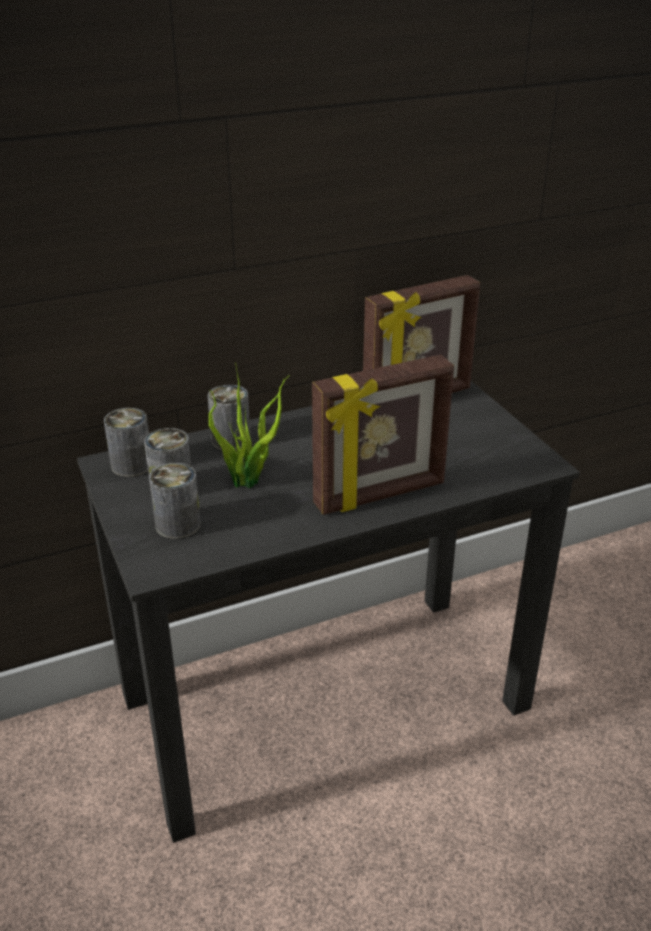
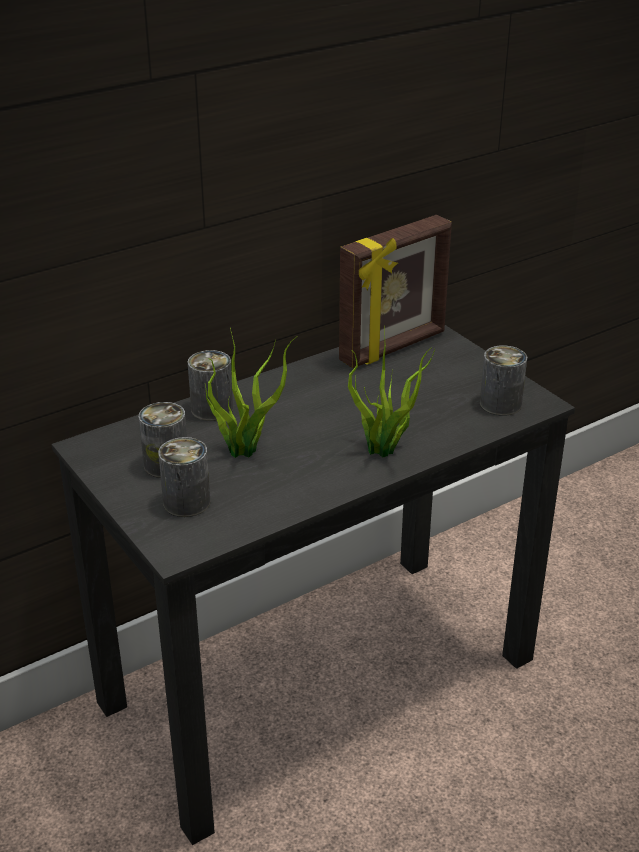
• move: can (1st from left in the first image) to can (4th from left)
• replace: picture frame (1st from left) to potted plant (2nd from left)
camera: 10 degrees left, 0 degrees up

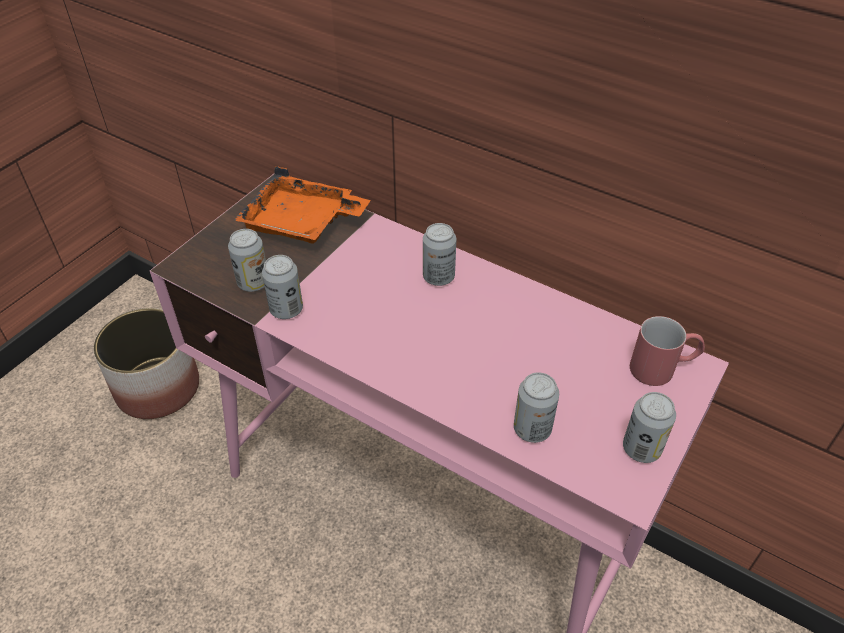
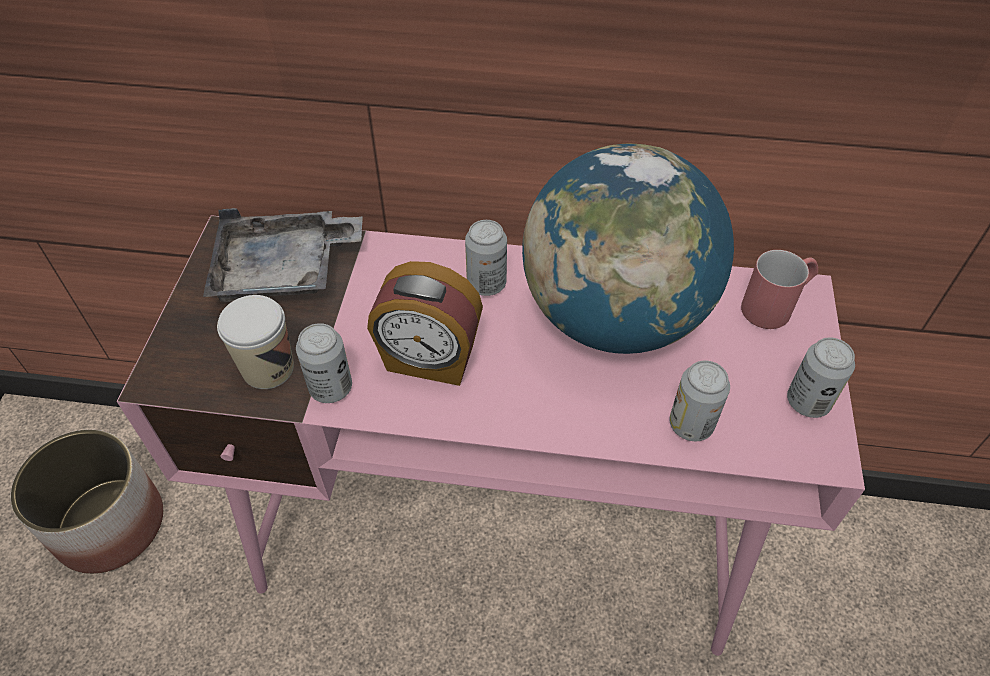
• replace: can (1st from left) to cup
• recolor: tray (orange) to tray (grey)
• insert: alarm clock
• insert: globe
camera: 25 degrees left, 5 degrees up

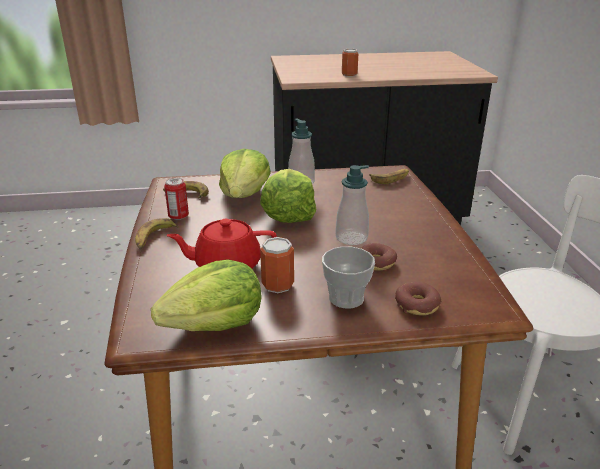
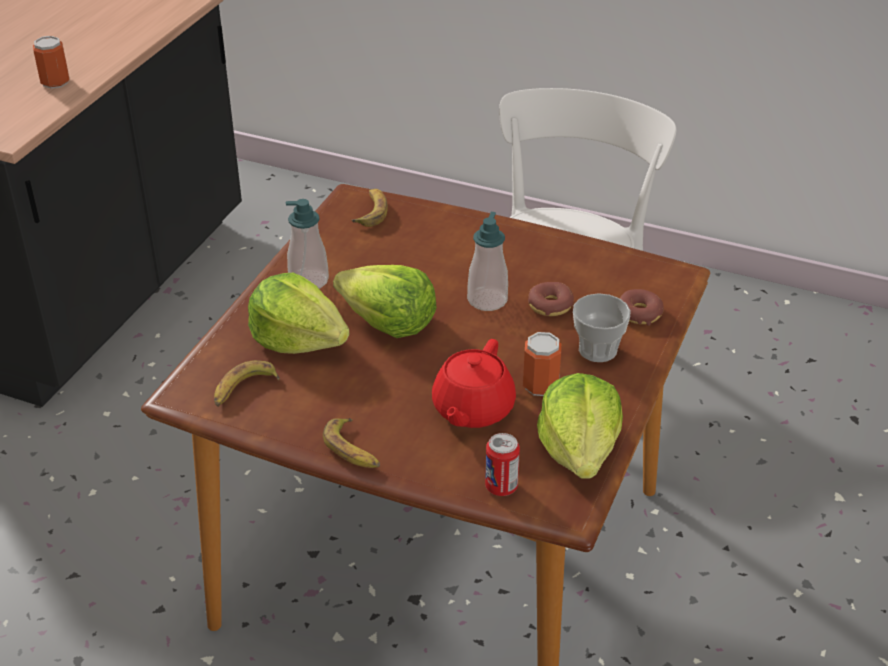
• move: can (1st from left in the first image) to can (2nd from left)
camera: 60 degrees left, 10 degrees up

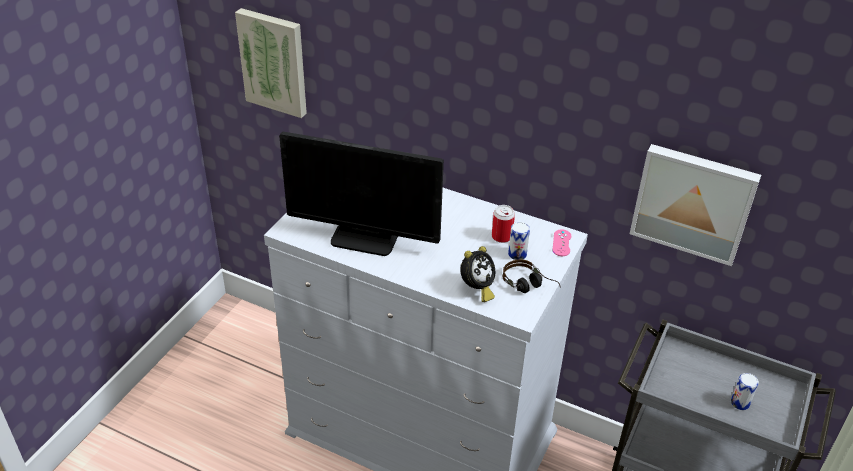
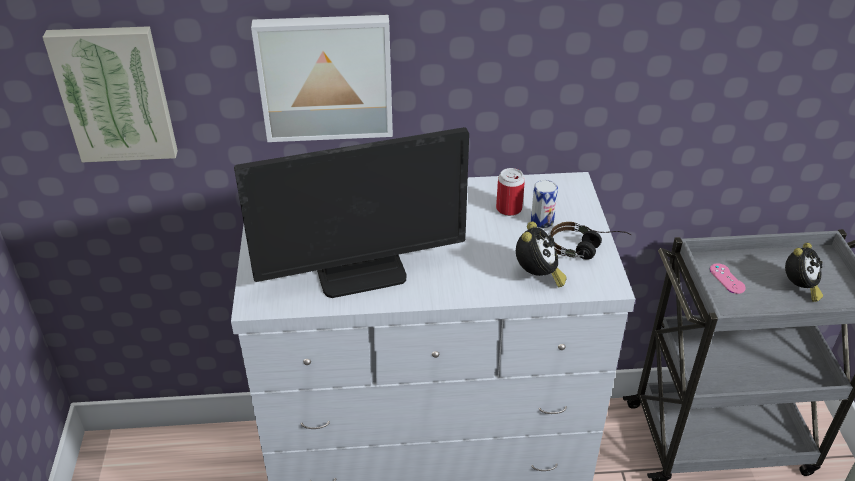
• move: game controller (pink)
• move: picture (2nd from left)
• replace: can (3rd from left) to alarm clock (2nd from left)
camera: 30 degrees left, 0 degrees up

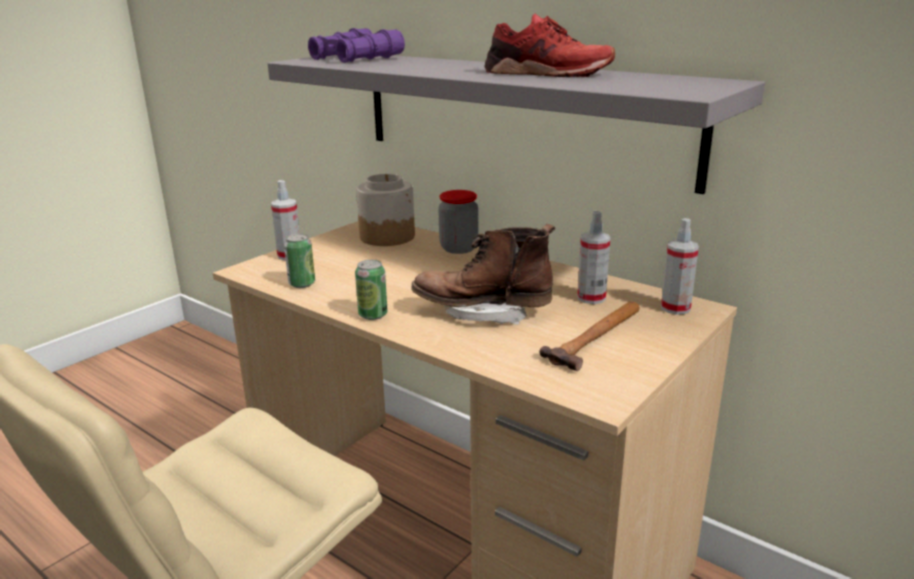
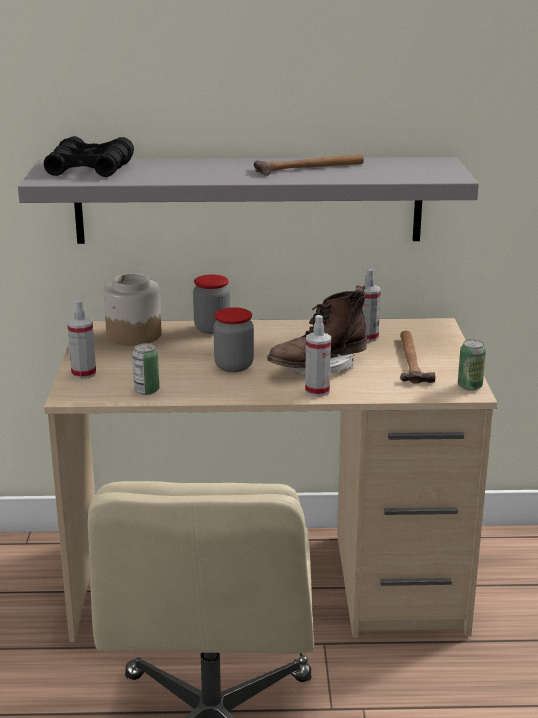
• recolor: binoculars (purple) to binoculars (black)
• move: can (2nd from left)
• replace: shoe (red) to hammer (1st from left)
• move: spray bottle (3rd from left in the first image) to spray bottle (2nd from left)
• insert: jar (3rd from left)
camera: 40 degrees left, 0 degrees up

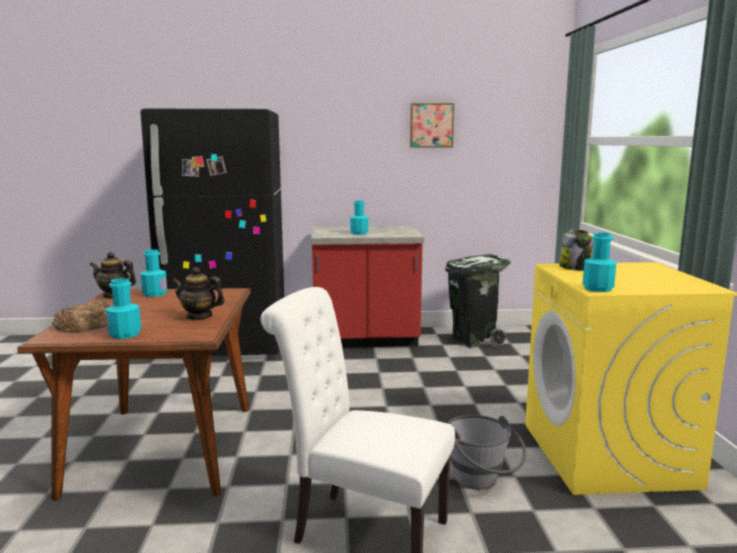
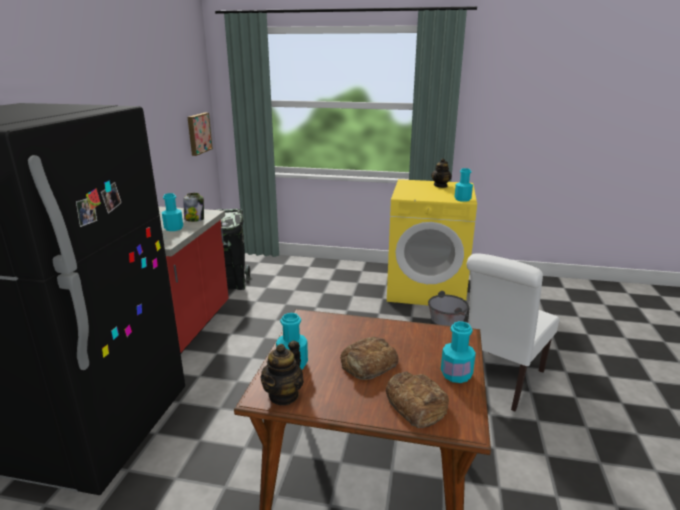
• move: teapot (2nd from left)
• move: picture
• move: jar
• insert: bread (1st from left)
camera: 75 degrees left, 10 degrees up

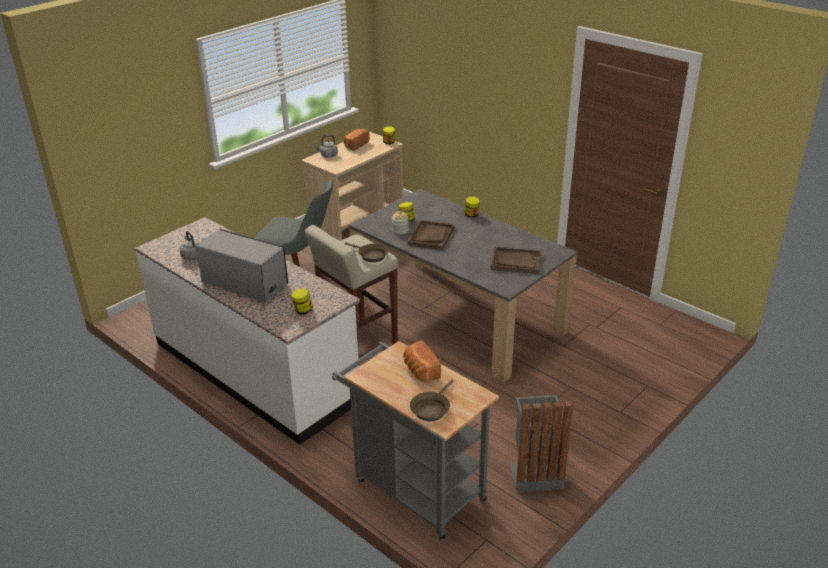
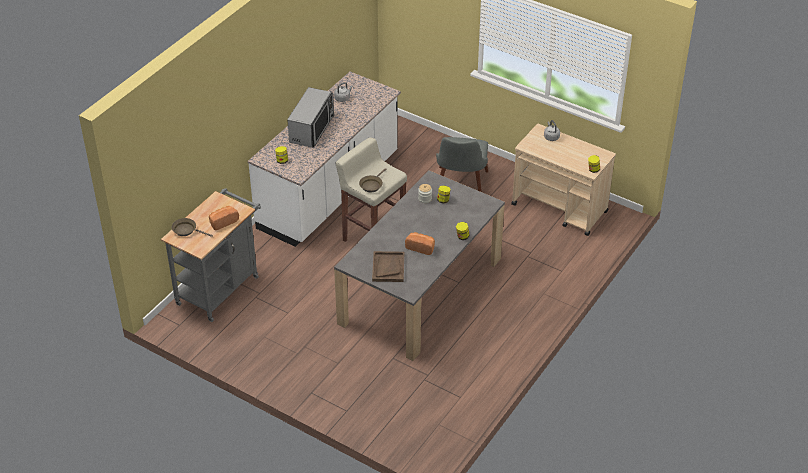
• move: bread (1st from left in the first image) to bread (2nd from left)
• delete: tray (brown) (1st from left)
• delete: trash can (grey)
camera: 80 degrees right, 10 degrees up

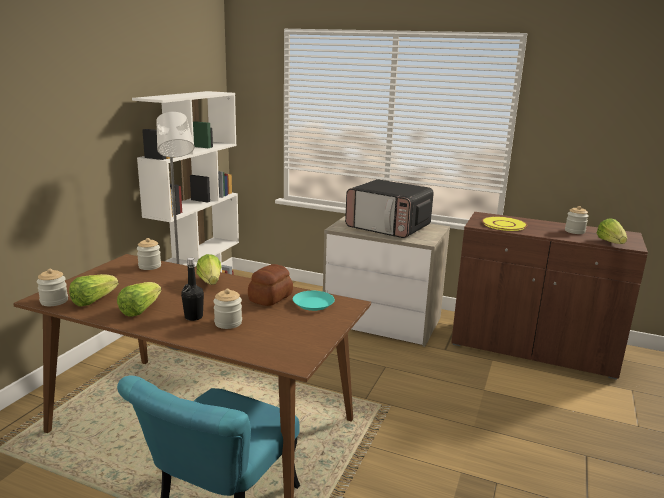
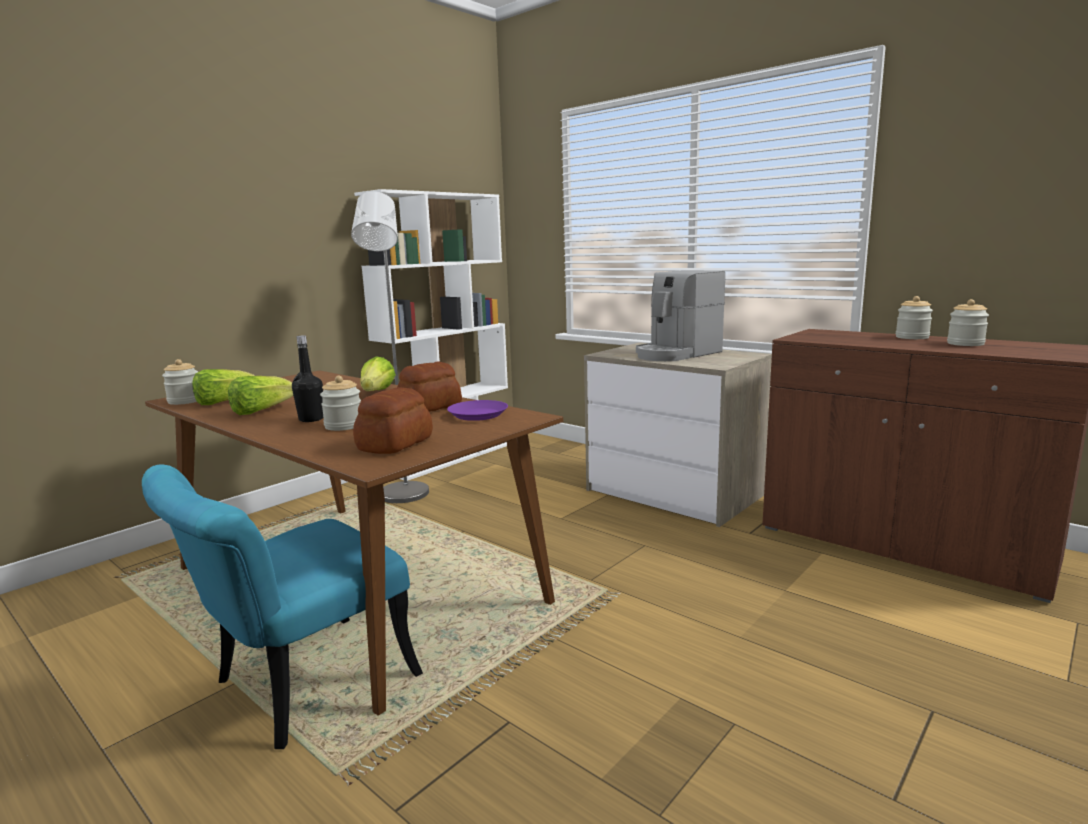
• move: jar (2nd from left in the first image) to jar (3rd from left)
• recolor: plate (turquoise) to plate (purple)
• replace: microwave to coffee machine
• delete: plate (yellow)
• delete: lettuce (4th from left)
• insert: bread (1st from left)
camera: 20 degrees right, 5 degrees down

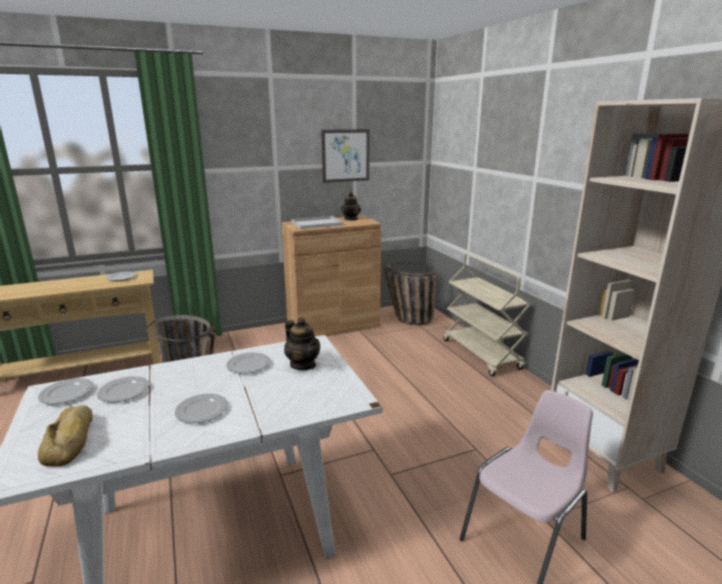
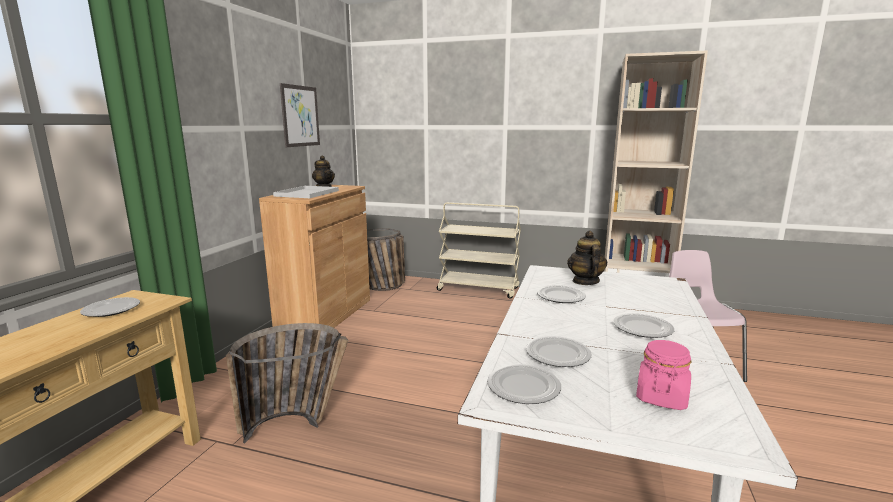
• replace: bread to jar (pink)
• rotate: teapot (1st from left in the first image) 90 degrees counterclockwise
camera: 50 degrees left, 5 degrees down

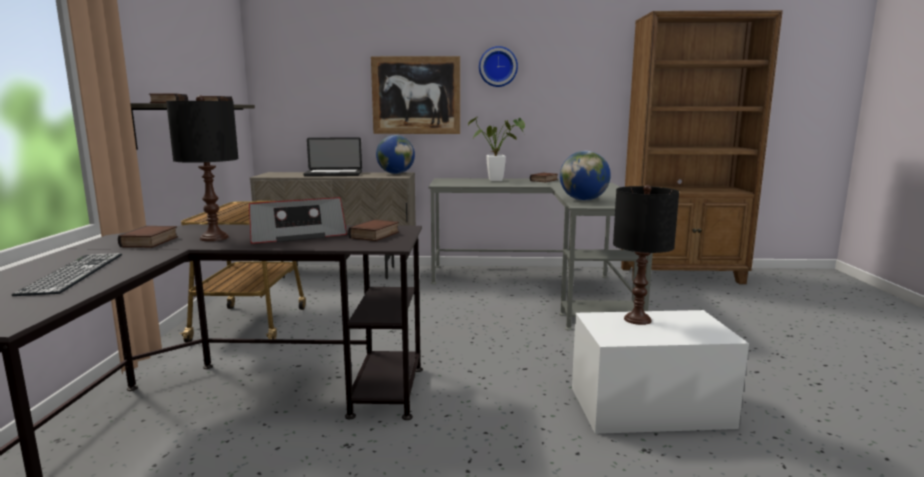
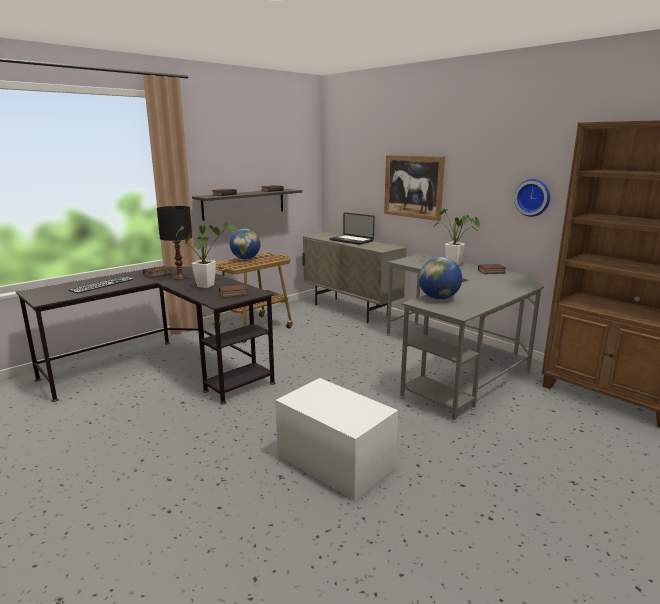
• replace: radio to potted plant (1st from left)
• move: globe (1st from left)
• move: wall clock
• delete: table lamp (black) (2nd from left)
camera: 45 degrees right, 5 degrees up

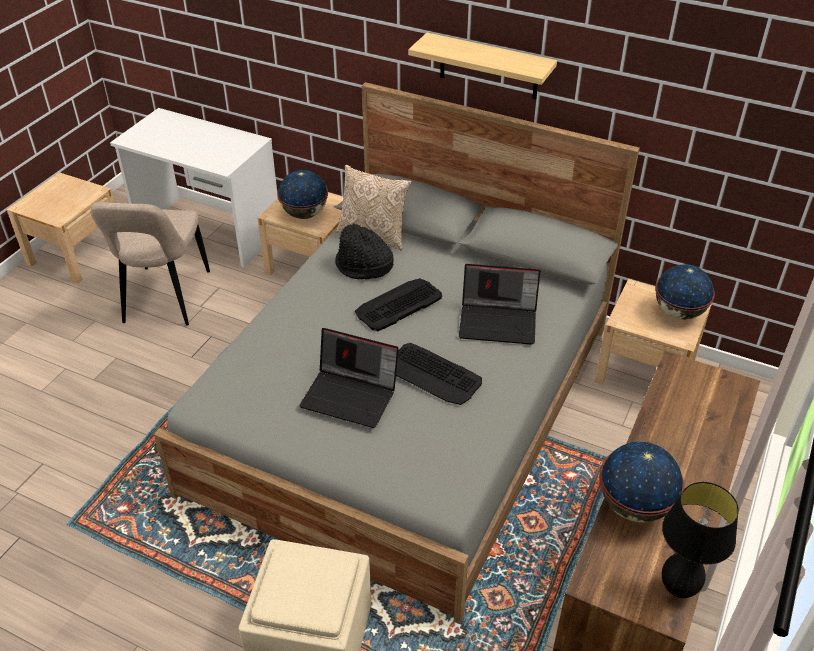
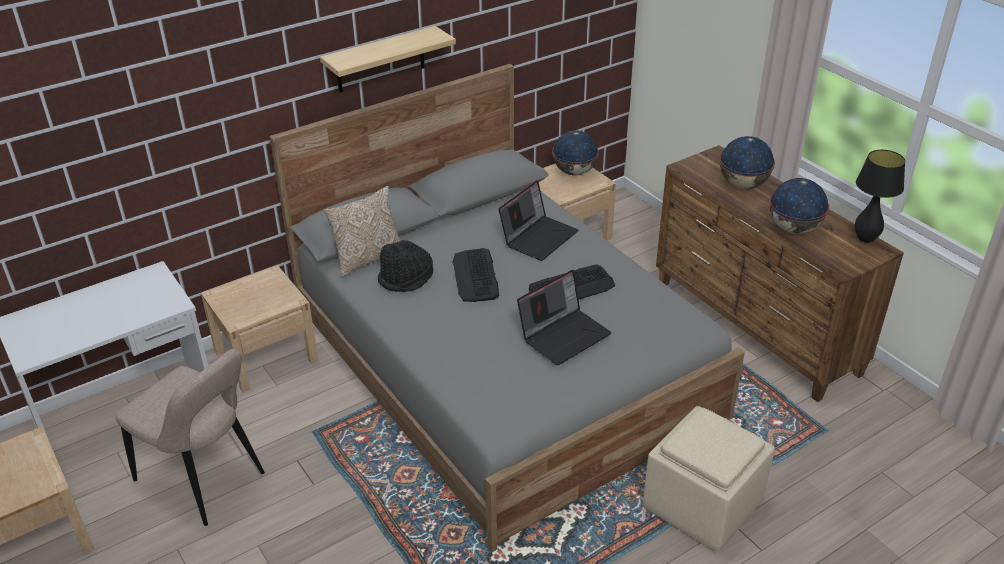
• move: globe (1st from left in the first image) to globe (2nd from left)
camera: 60 degrees left, 5 degrees down

